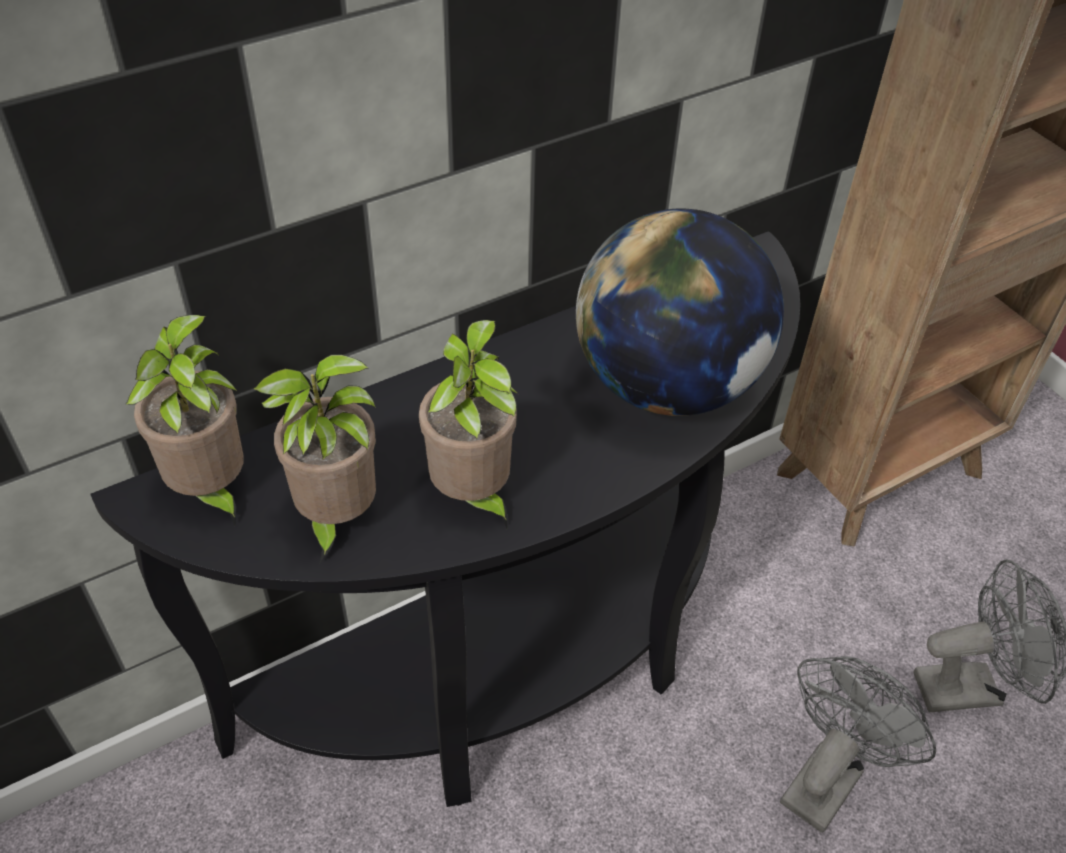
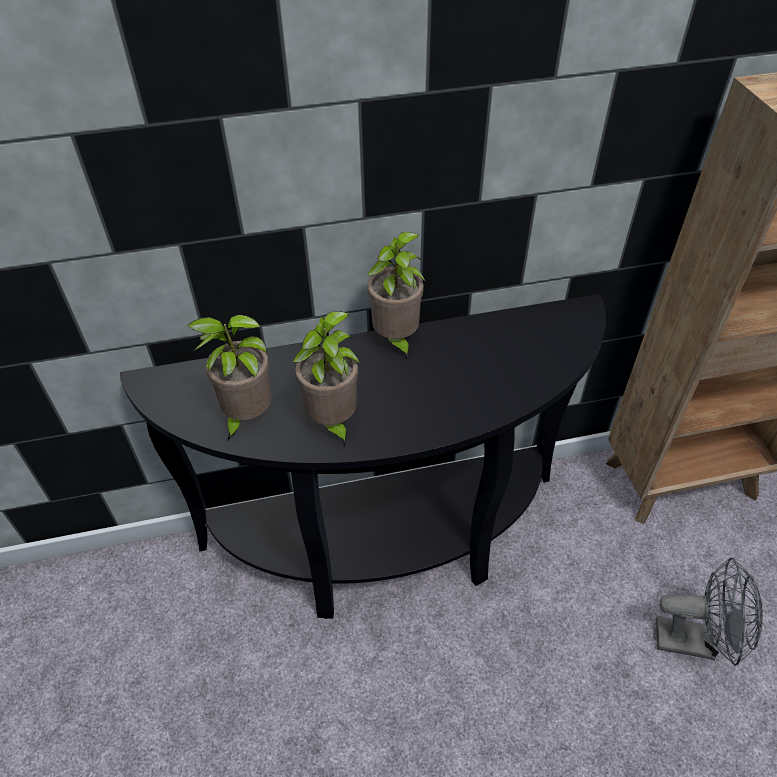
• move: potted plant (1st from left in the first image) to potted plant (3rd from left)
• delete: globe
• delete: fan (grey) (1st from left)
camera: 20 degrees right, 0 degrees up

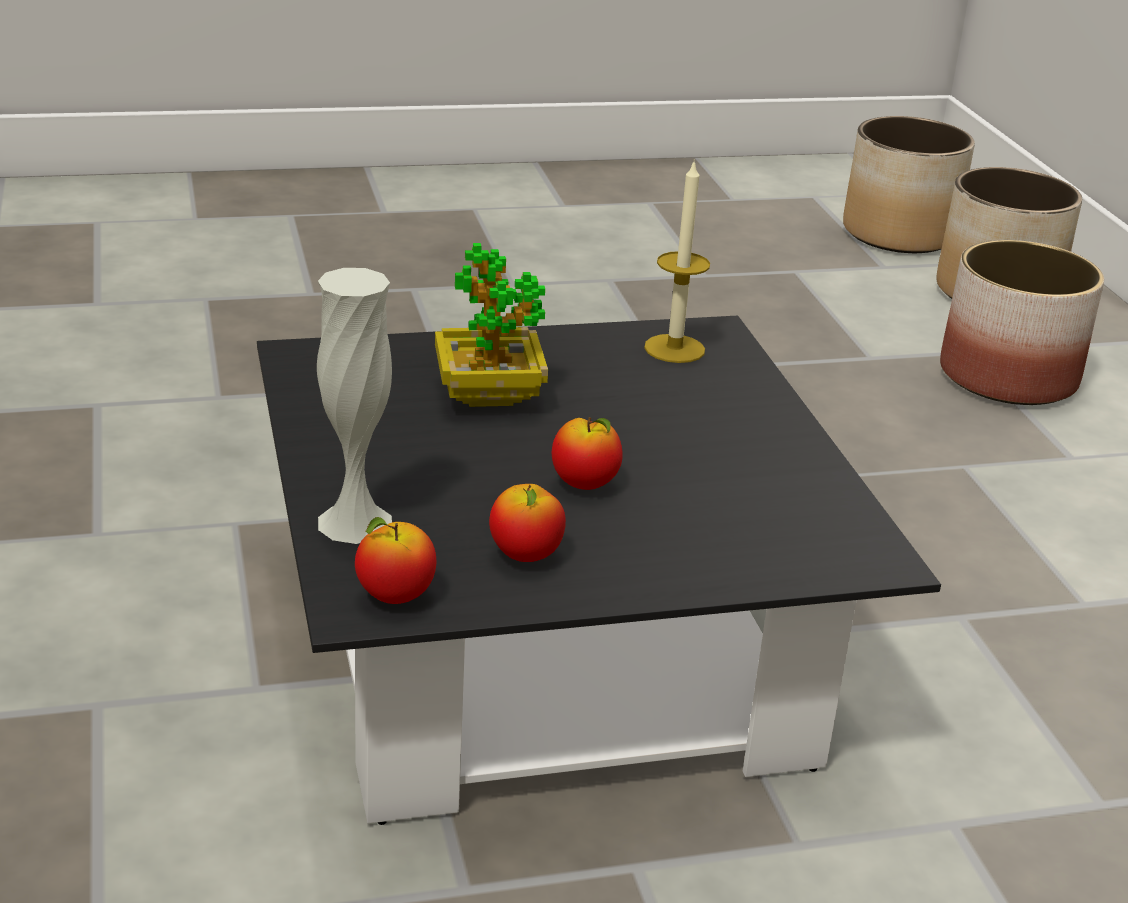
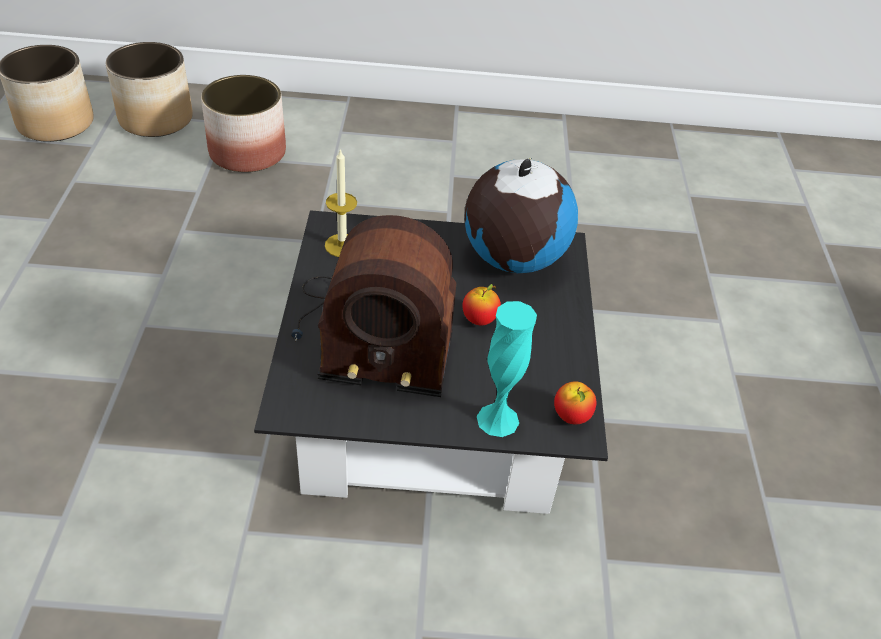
• recolor: vase (white) to vase (turquoise)
• replace: potted plant to radio
• delete: apple (2nd from left)
• insert: globe
camera: 75 degrees left, 15 degrees up

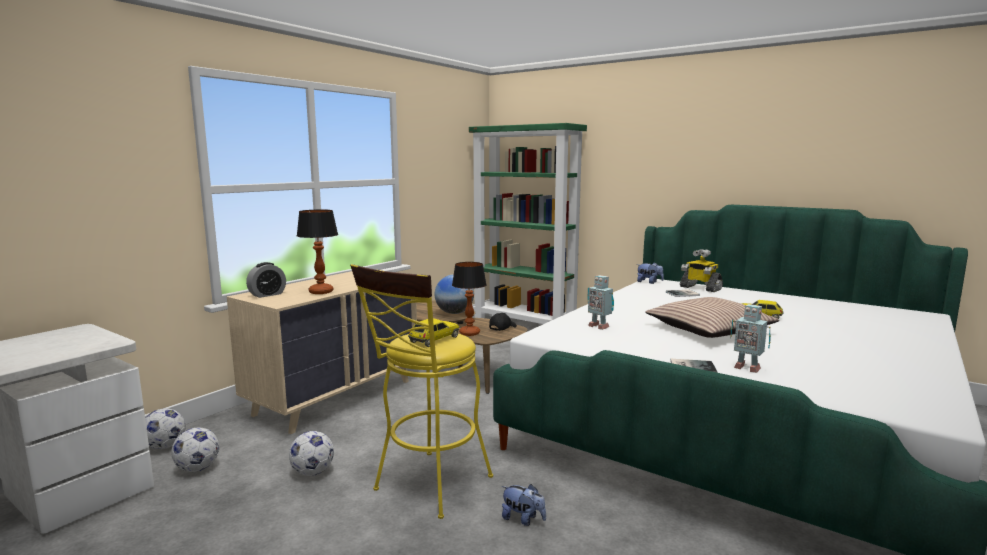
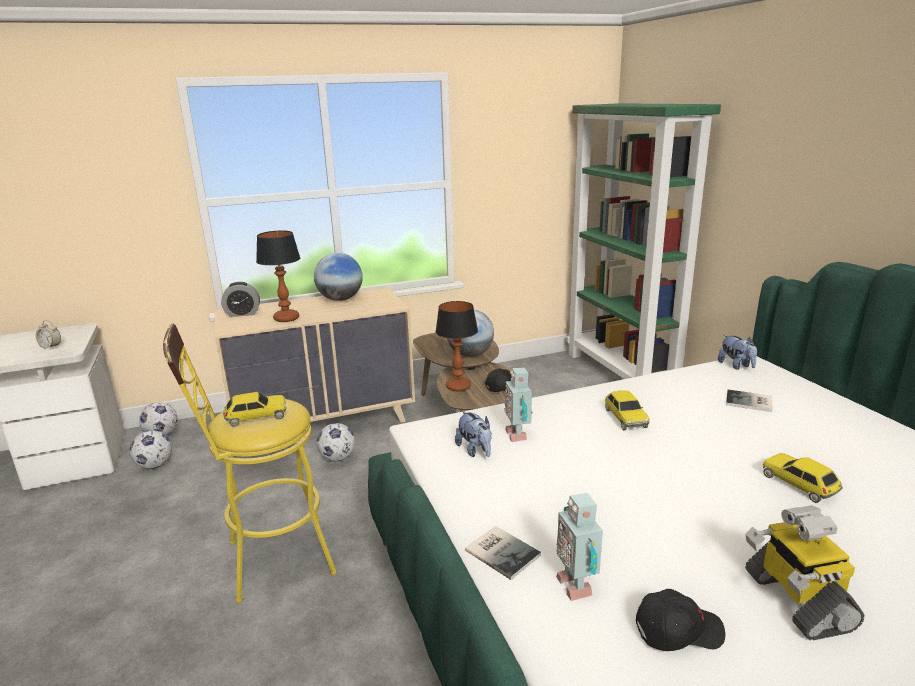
• move: football (3rd from left)
• move: plush toy (1st from left)
• delete: pillow
• move: toy robot (2nd from left in the first image) to toy robot (3rd from left)
• insert: alarm clock (1st from left)
• insert: globe (1st from left)
• insert: toy car (2nd from left)
• insert: cap (black) (2nd from left)
camera: 35 degrees right, 10 degrees up

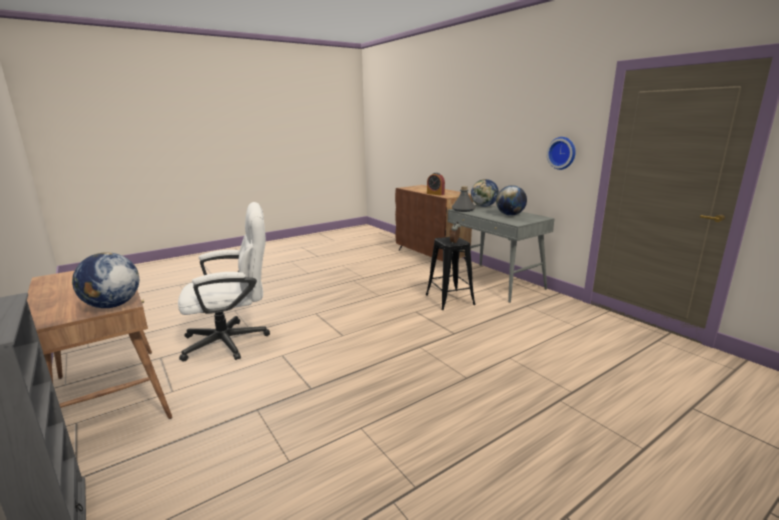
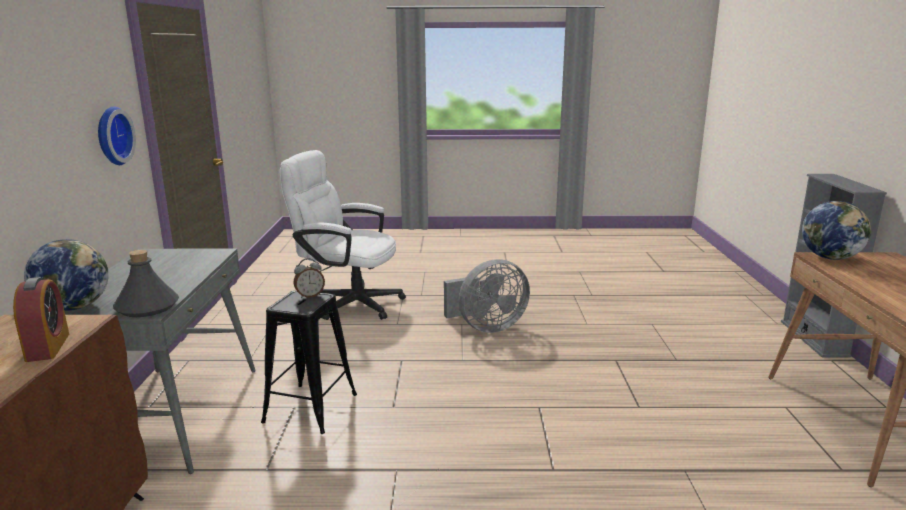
• move: office chair (white)
• delete: globe (3rd from left)
• insert: fan (grey)
camera: 145 degrees left, 0 degrees up

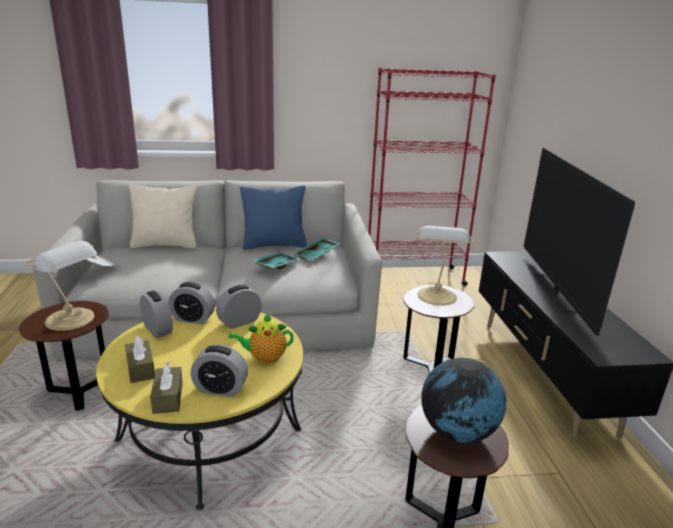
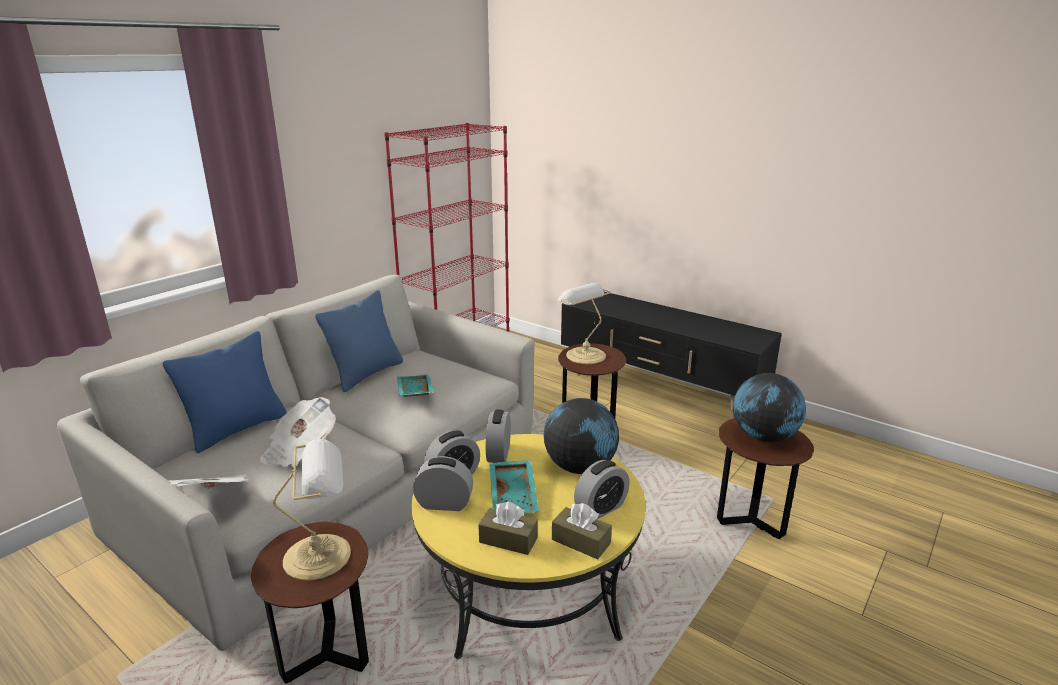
• recolor: pillow (beige) to pillow (blue) (1st from left)
• replace: teapot to globe (1st from left)
• move: tray (turquoise) (2nd from left)
• delete: television
• insert: newspaper (2nd from left)
camera: 45 degrees left, 0 degrees up

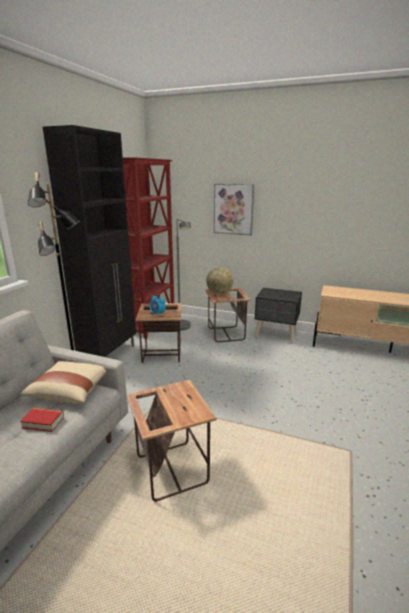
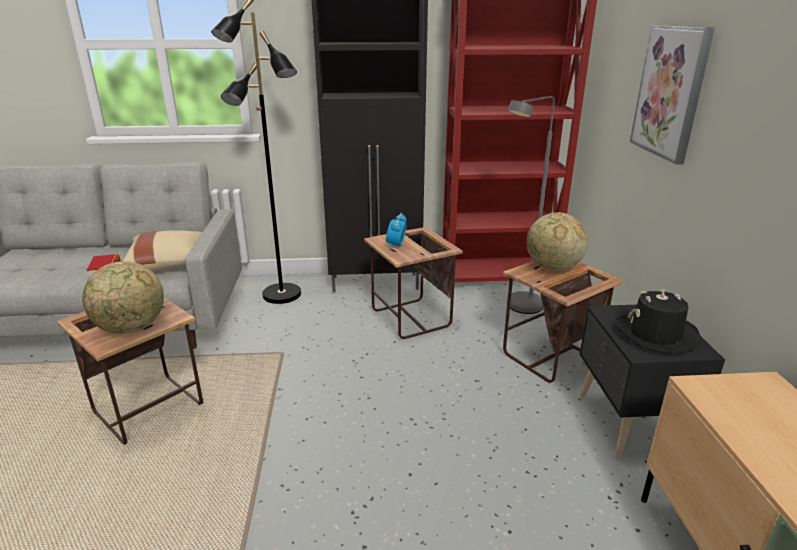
• insert: globe (1st from left)
• insert: hat (black)
camera: 65 degrees right, 5 degrees up

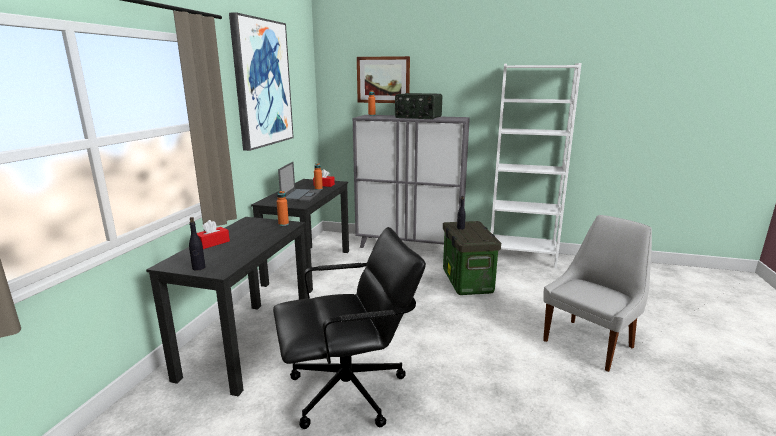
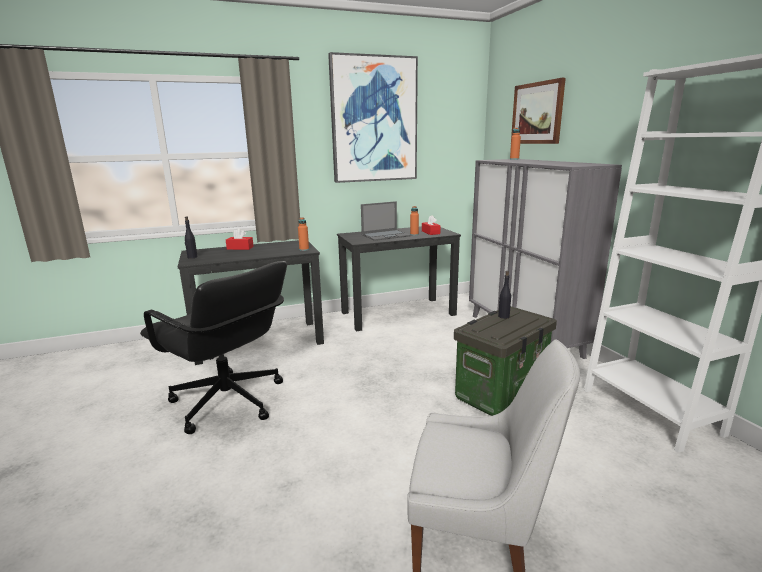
• delete: radio
camera: 55 degrees right, 0 degrees up

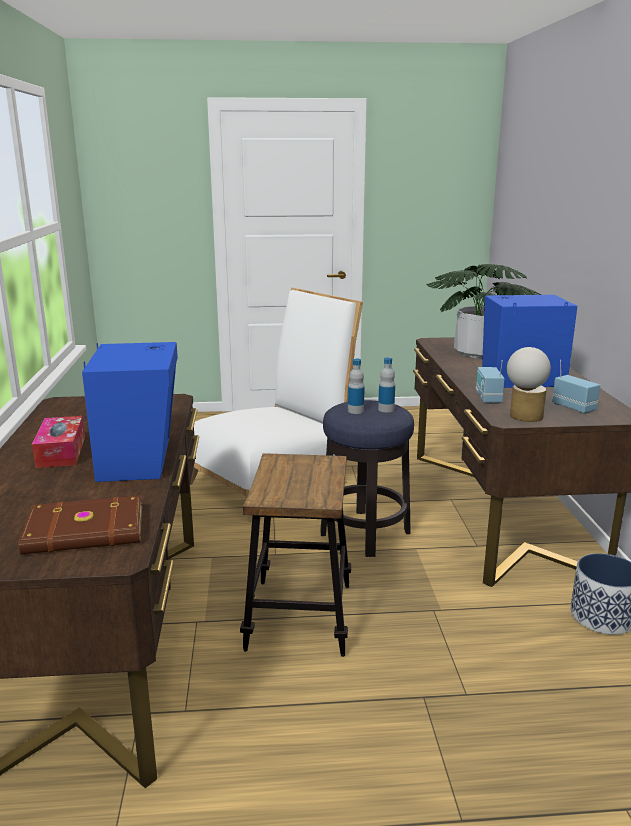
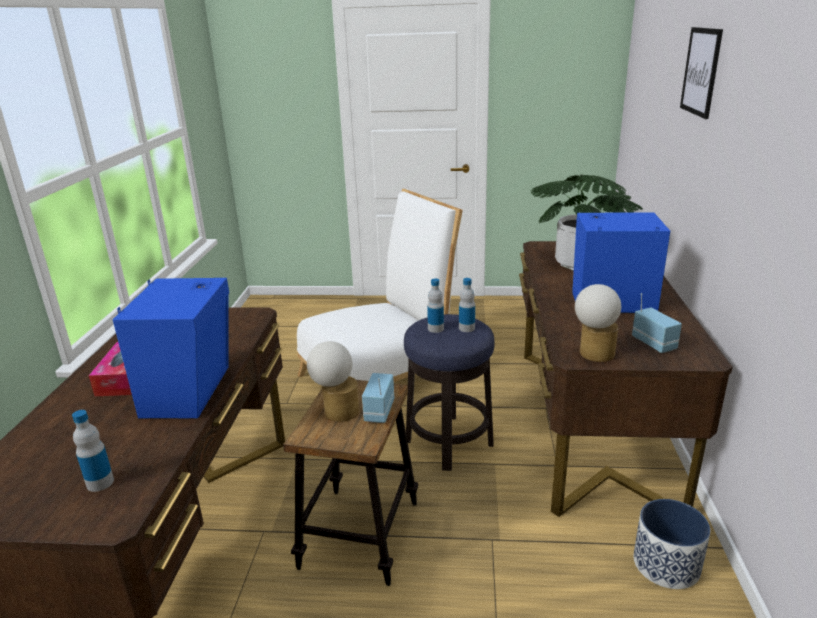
• replace: book (brown) to bottle (1st from left)
• move: radio (1st from left)
• insert: table lamp (1st from left)
• insert: picture
camera: 10 degrees right, 5 degrees up

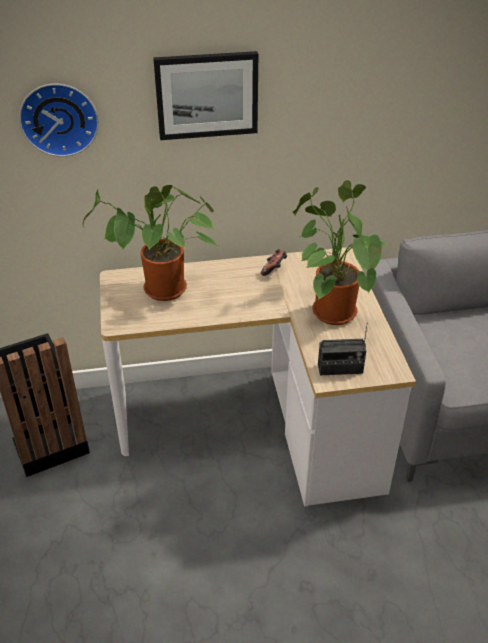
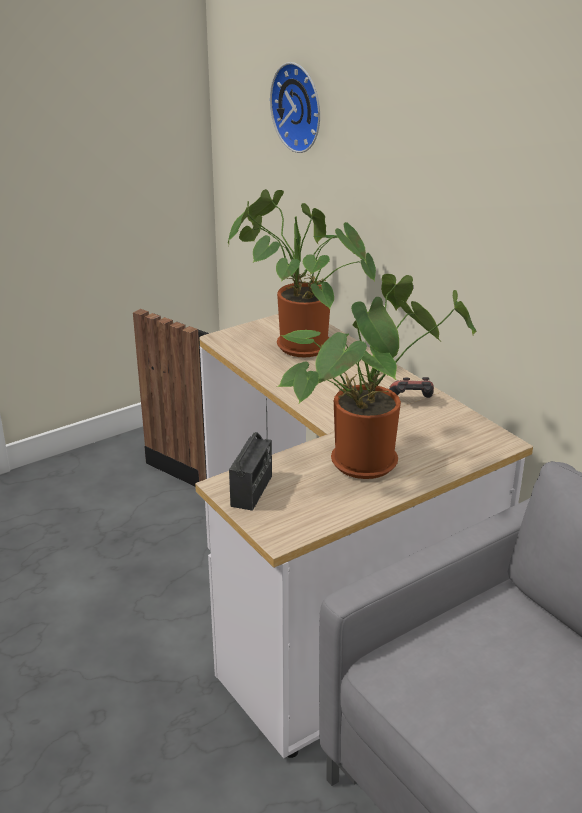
• delete: picture
• rotate: radio 135 degrees counterclockwise
camera: 65 degrees right, 10 degrees down

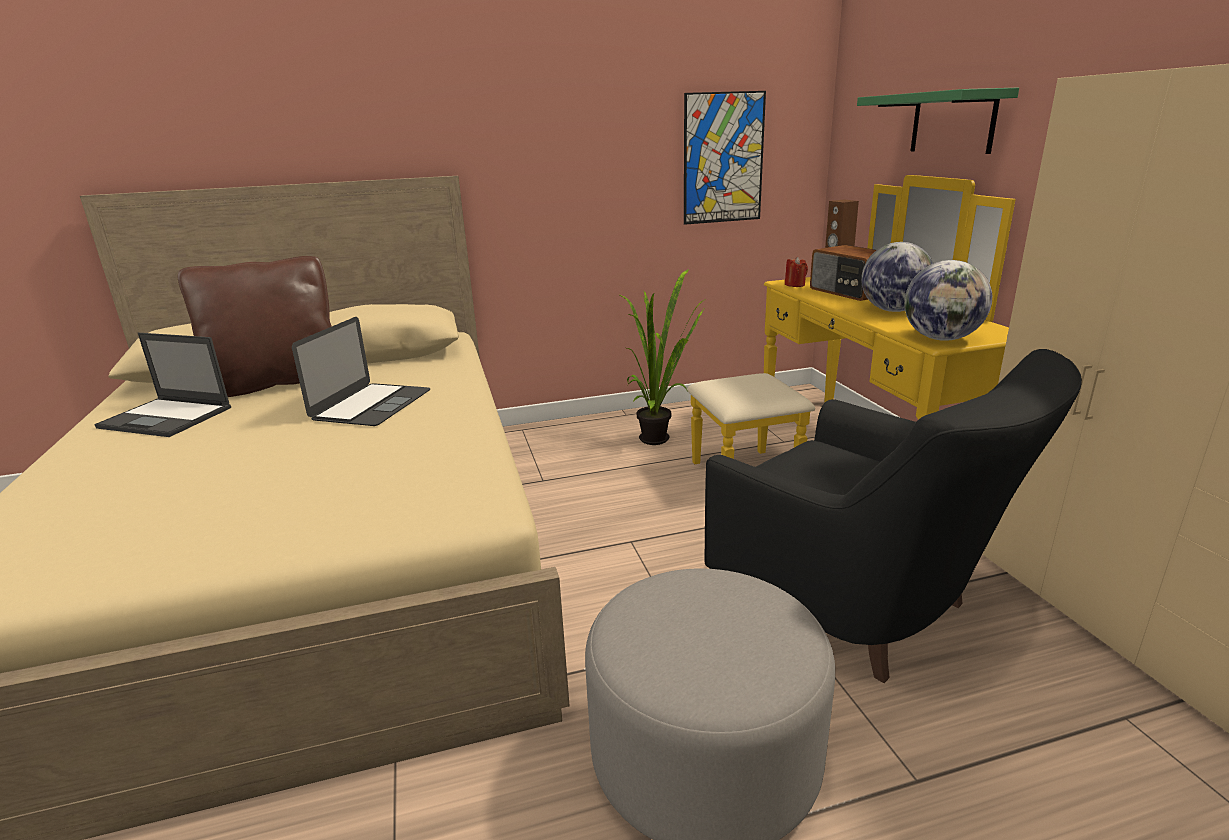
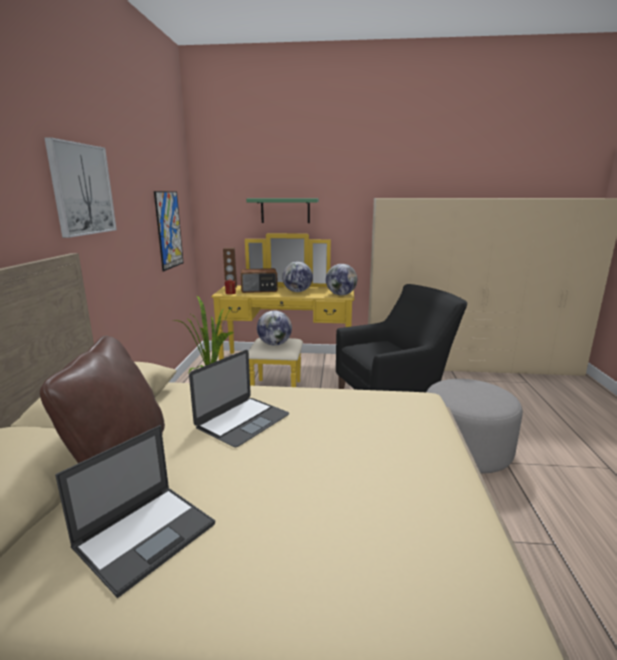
• rotate: laptop (2nd from left) 90 degrees clockwise
• insert: picture (1st from left)
• insert: globe (1st from left)
camera: 70 degrees left, 5 degrees down

